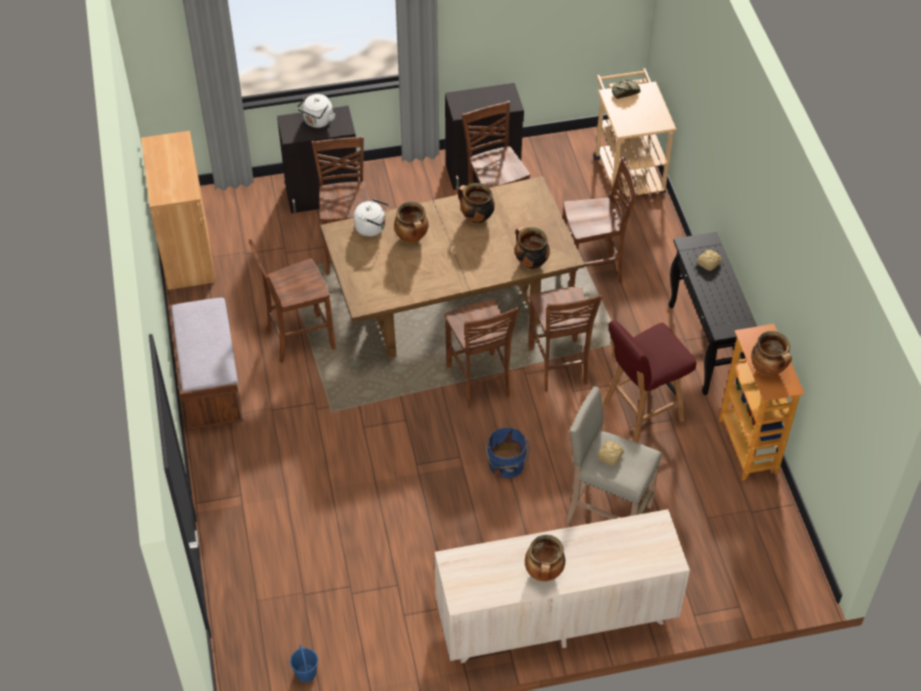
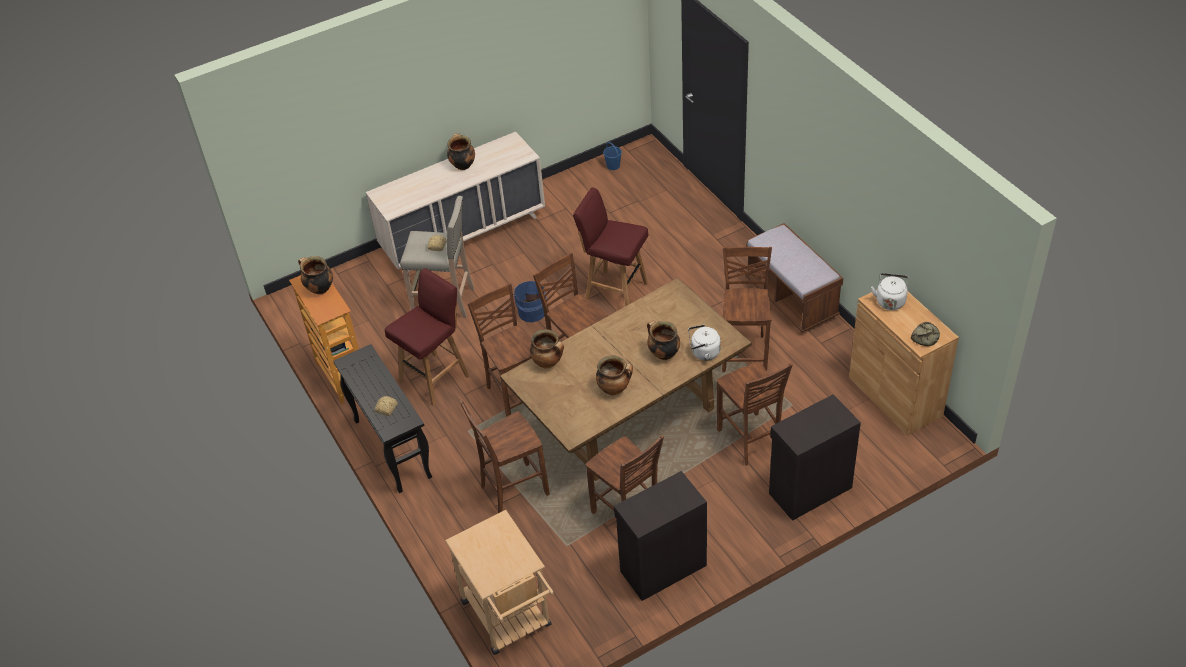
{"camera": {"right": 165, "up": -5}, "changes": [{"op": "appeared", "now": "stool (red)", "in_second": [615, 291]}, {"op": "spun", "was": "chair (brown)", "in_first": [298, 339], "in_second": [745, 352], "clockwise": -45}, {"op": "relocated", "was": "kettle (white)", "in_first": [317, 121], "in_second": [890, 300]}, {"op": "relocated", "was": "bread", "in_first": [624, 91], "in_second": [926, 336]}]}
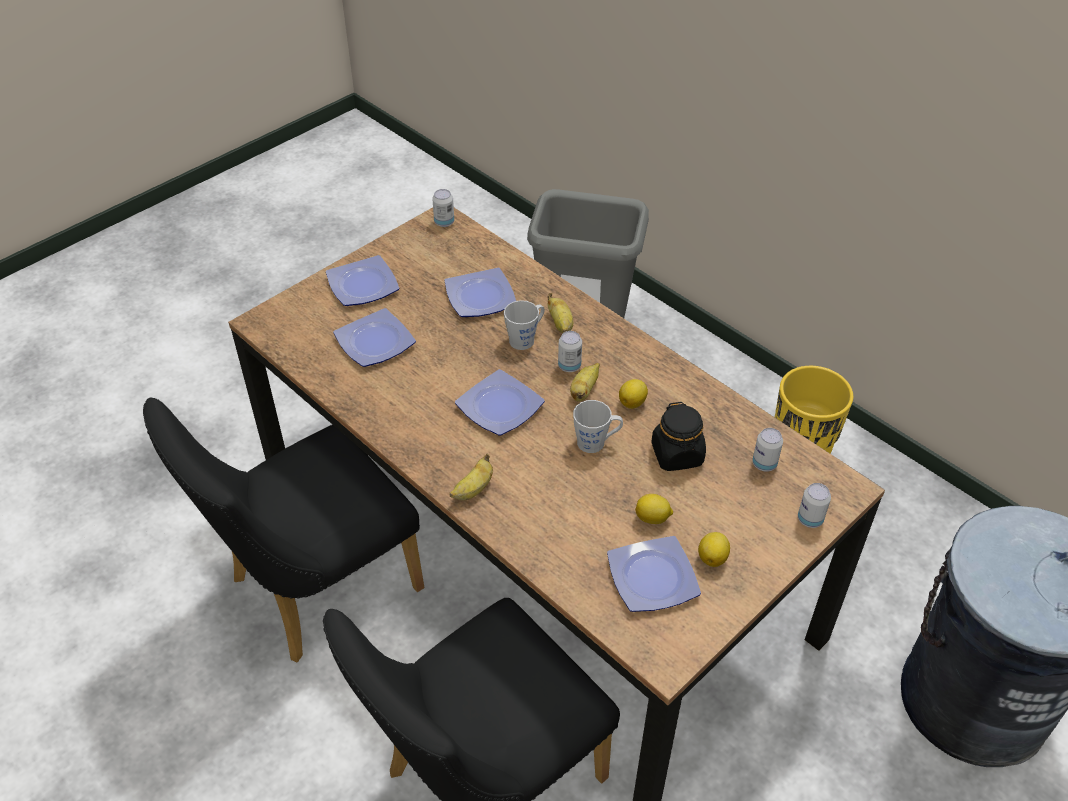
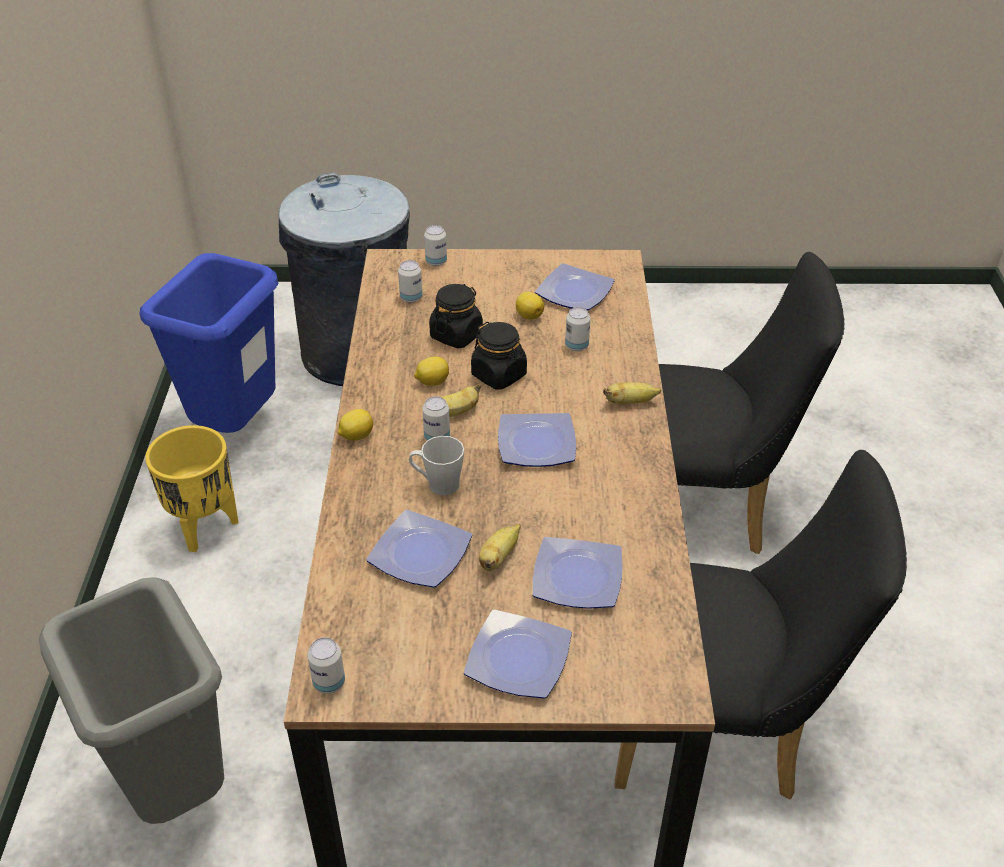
{"camera": {"right": -135, "up": -5}, "changes": [{"op": "appeared", "now": "trash can (blue)", "in_second": [238, 427]}, {"op": "relocated", "was": "lemon", "in_first": [713, 557], "in_second": [356, 436]}, {"op": "exchanged", "was": "mug (grey)", "now": "jar (black)", "in_first": [596, 442], "in_second": [499, 375]}, {"op": "relocated", "was": "banana", "in_first": [560, 324], "in_second": [499, 557]}, {"op": "appeared", "now": "can", "in_second": [576, 346]}]}
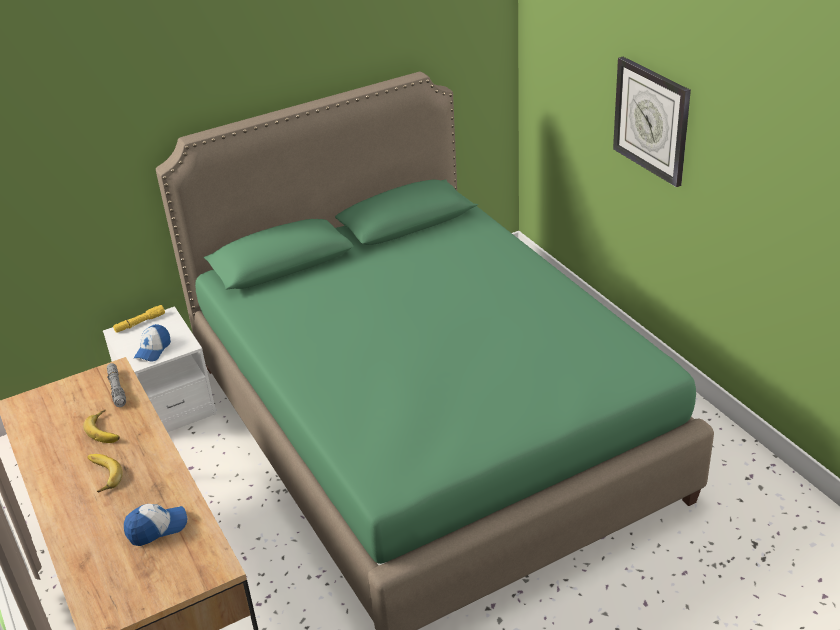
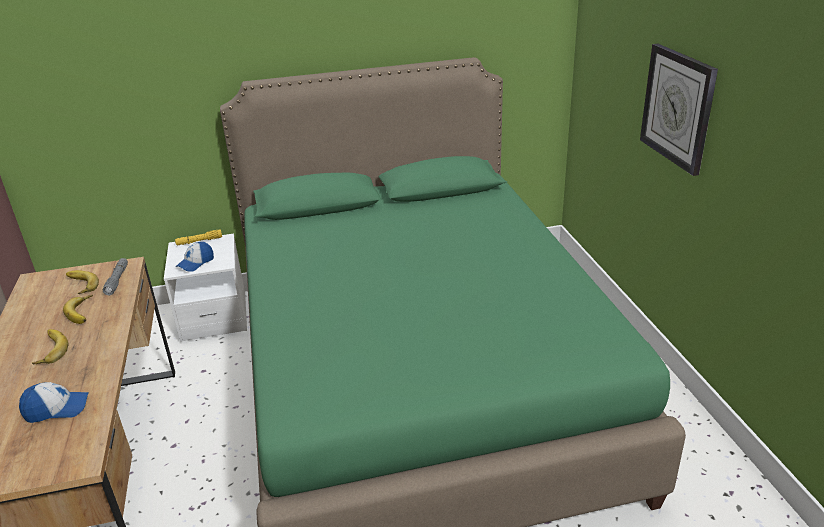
{"camera": {"right": 15, "up": -5}, "changes": [{"op": "appeared", "now": "banana", "in_second": [79, 285]}]}
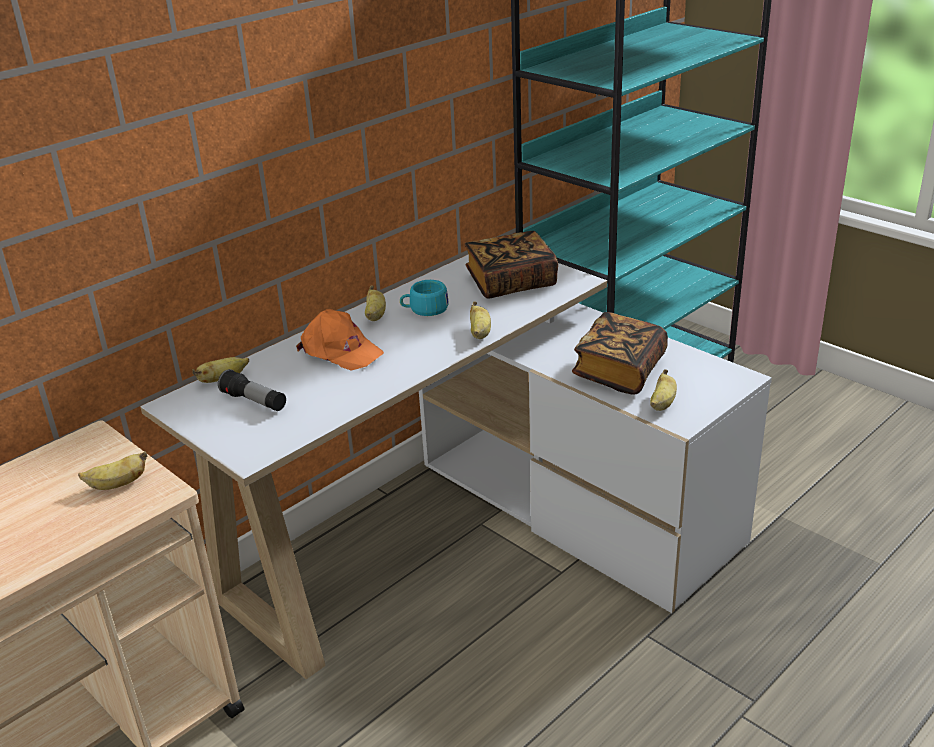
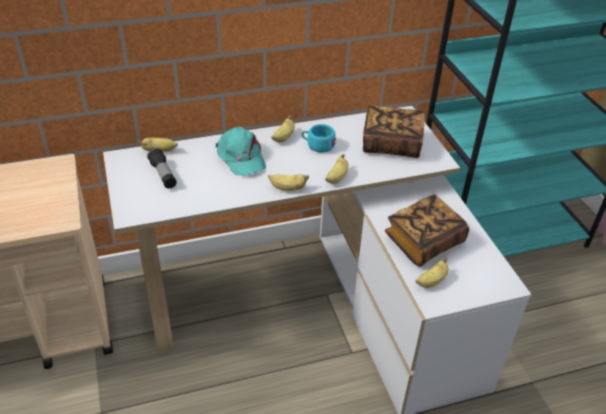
{"camera": {"right": 25, "up": 10}, "changes": [{"op": "colour", "was": "cap (orange)", "now": "cap (turquoise)", "in_first": [340, 351], "in_second": [241, 157]}, {"op": "relocated", "was": "banana", "in_first": [117, 485], "in_second": [287, 188]}]}
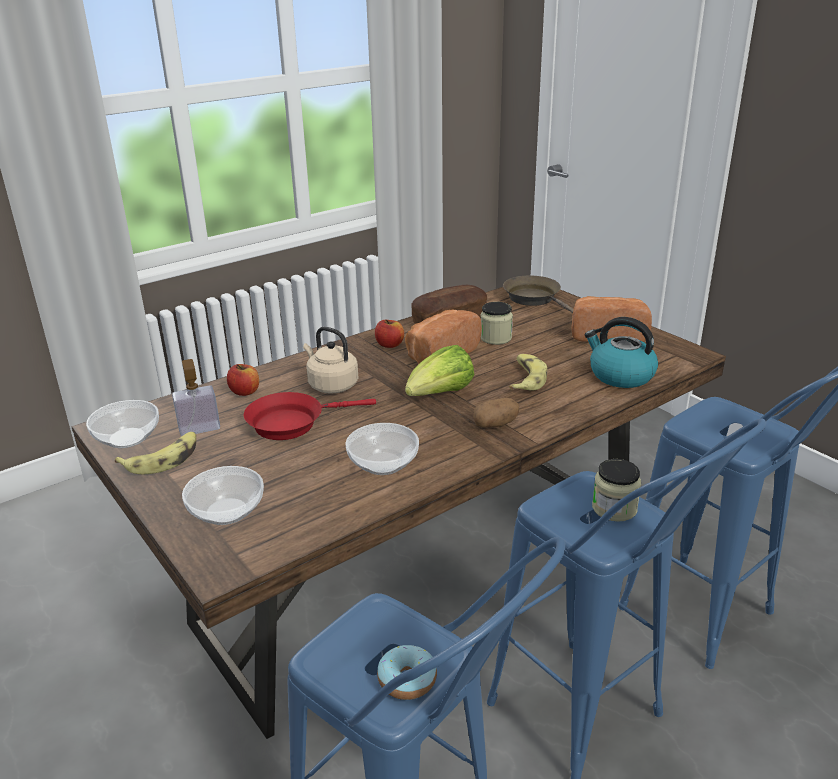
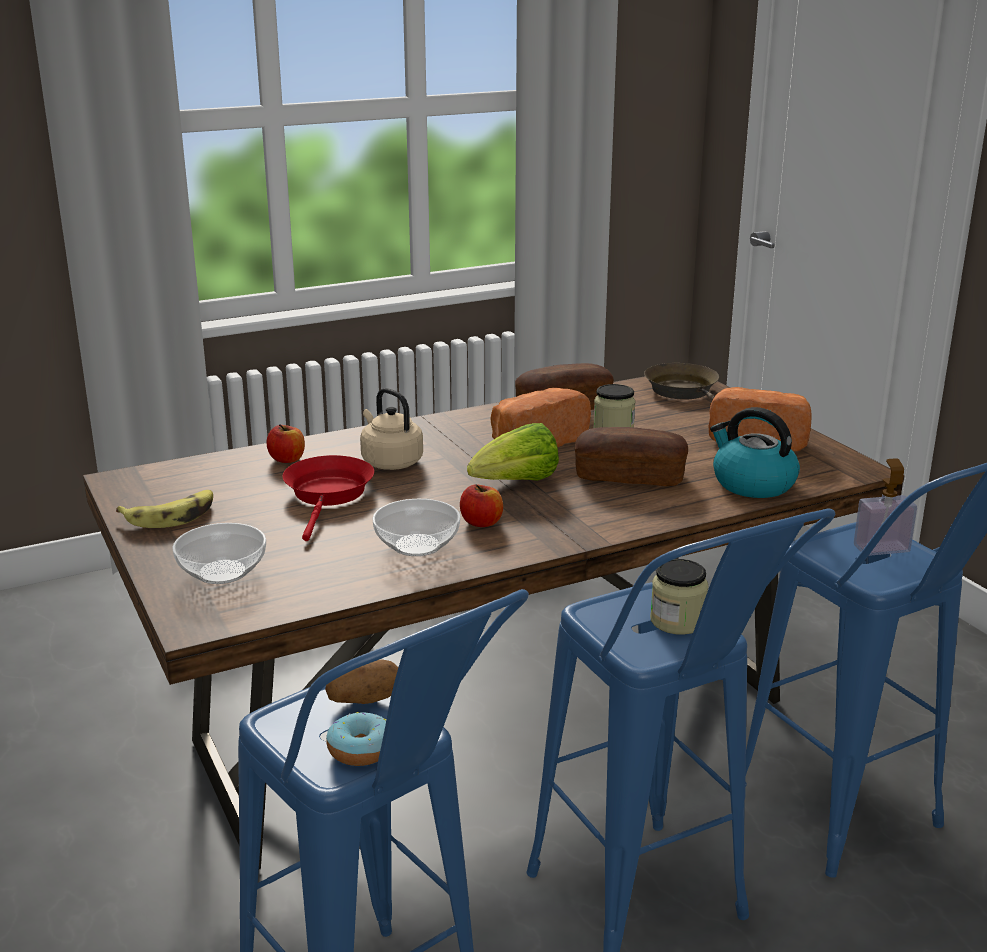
{"camera": {"right": 10, "up": -5}, "changes": [{"op": "spun", "was": "frying pan (red)", "in_first": [292, 423], "in_second": [328, 495], "clockwise": 105}, {"op": "relocated", "was": "potato", "in_first": [495, 424], "in_second": [365, 699]}, {"op": "relocated", "was": "apple", "in_first": [390, 345], "in_second": [481, 522]}, {"op": "exchanged", "was": "banana", "now": "bread", "in_first": [526, 379], "in_second": [630, 476]}, {"op": "relocated", "was": "soap dispenser", "in_first": [199, 428], "in_second": [881, 548]}, {"op": "missing", "was": "bowl", "in_first": [127, 438]}]}
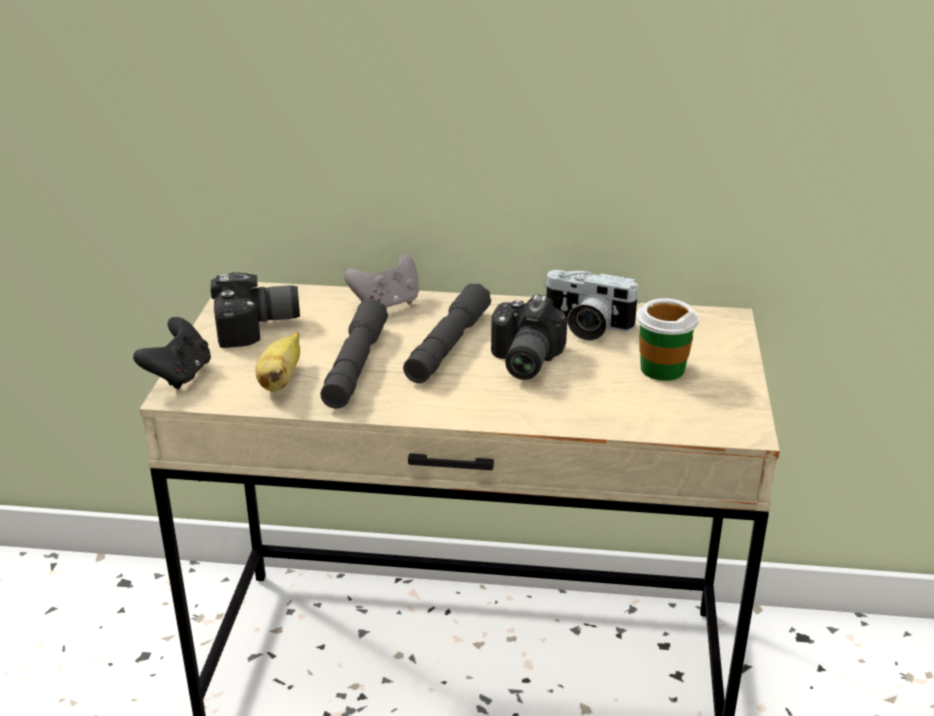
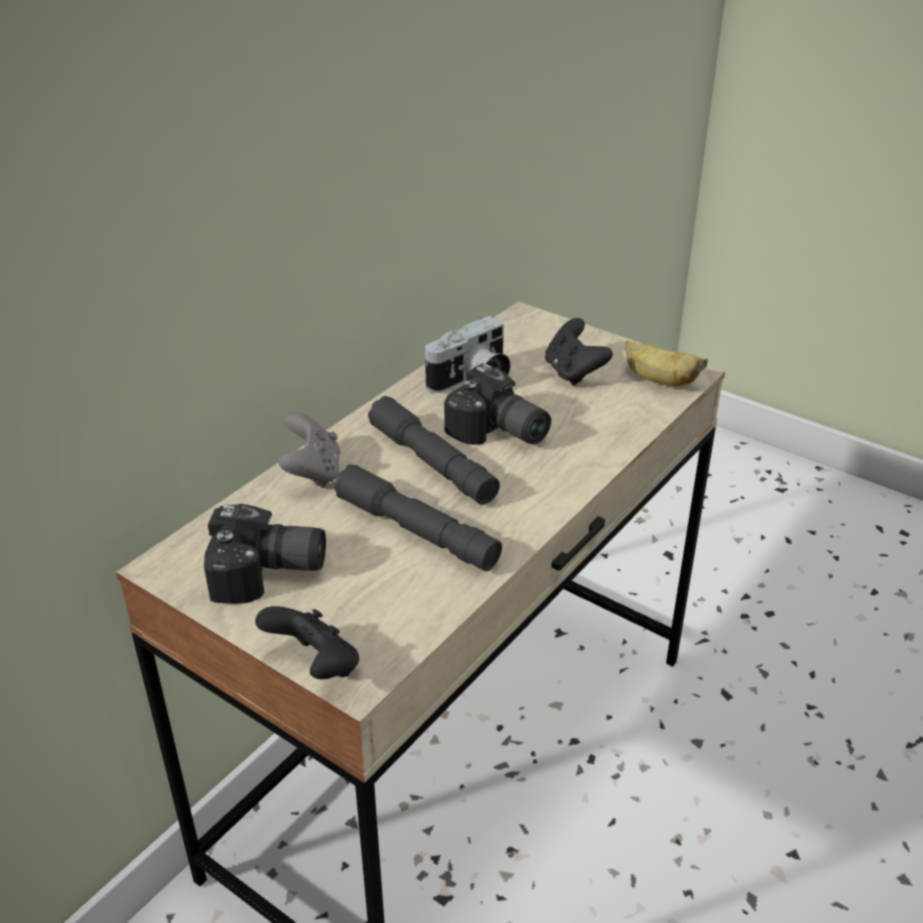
{"camera": {"right": -60, "up": 5}, "changes": [{"op": "spun", "was": "photo camera", "in_first": [258, 328], "in_second": [268, 575], "clockwise": 75}, {"op": "exchanged", "was": "cup", "now": "game controller (black)", "in_first": [662, 369], "in_second": [573, 373]}, {"op": "relocated", "was": "banana", "in_first": [280, 380], "in_second": [658, 380]}]}
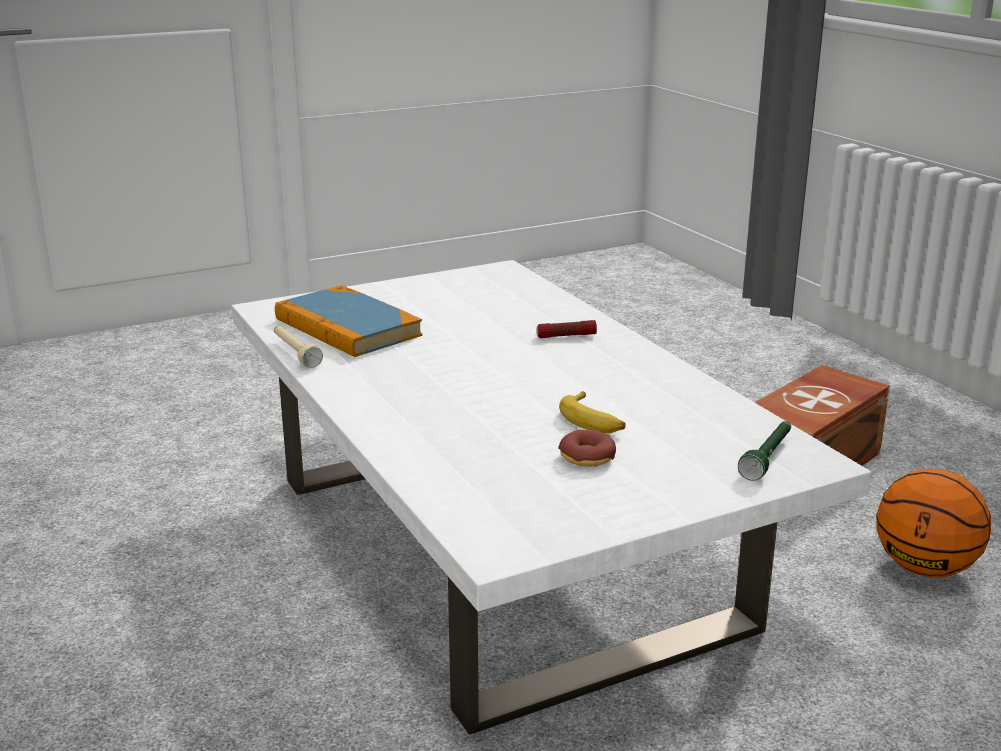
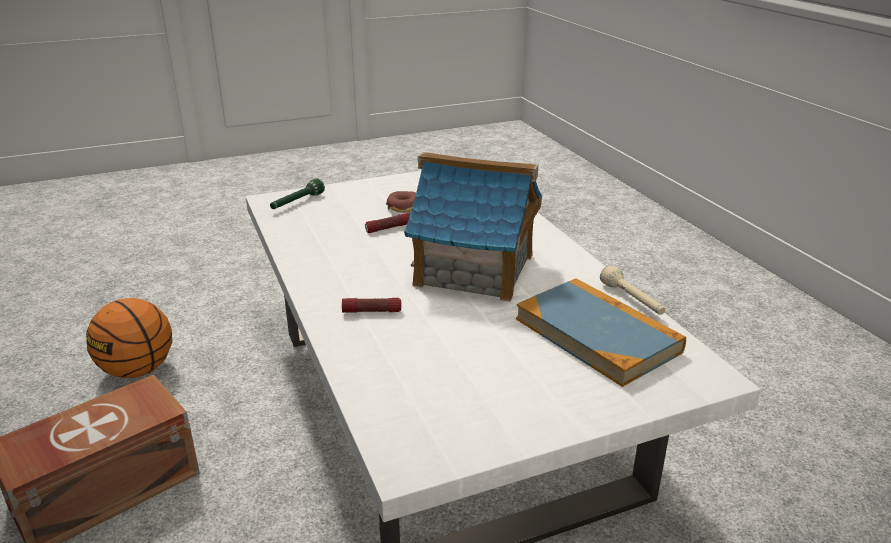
{"camera": {"right": -175, "up": 5}, "changes": [{"op": "exchanged", "was": "banana", "now": "flashlight", "in_first": [593, 421], "in_second": [389, 228]}, {"op": "appeared", "now": "toy house", "in_second": [475, 270]}]}
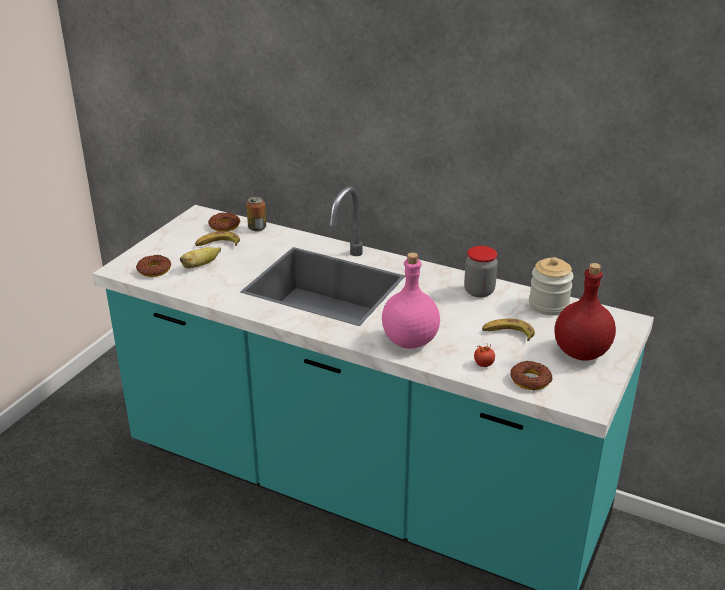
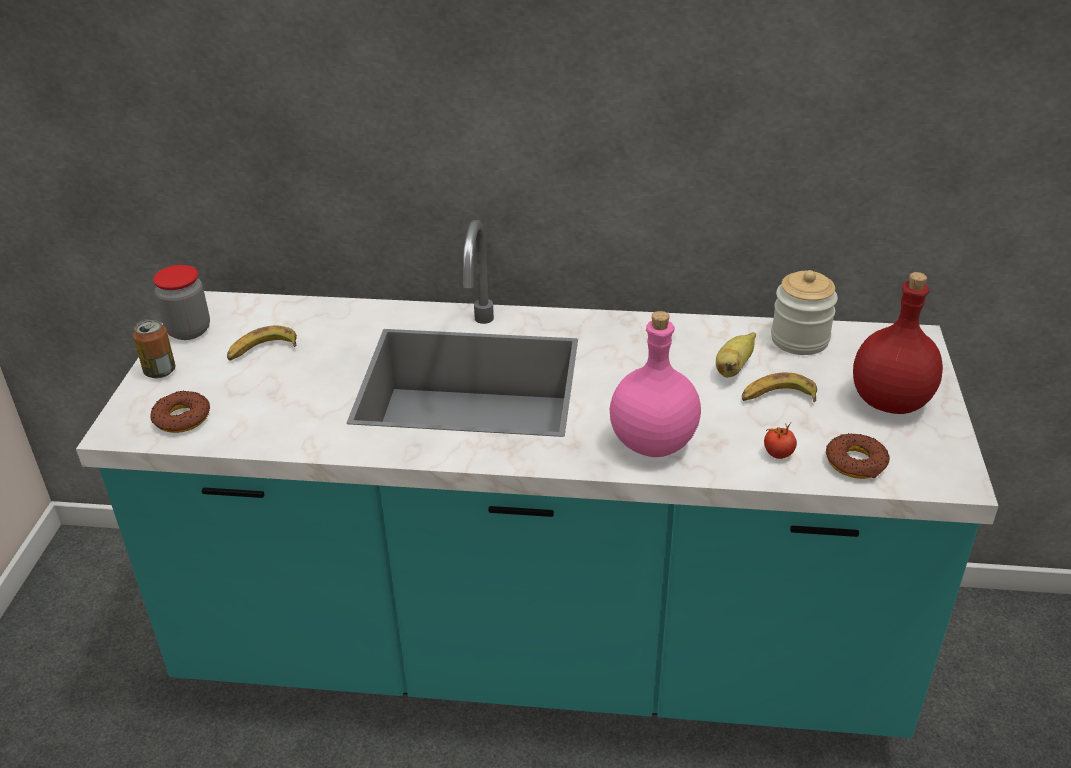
{"camera": {"right": -20, "up": 5}, "changes": [{"op": "relocated", "was": "can", "in_first": [257, 228], "in_second": [160, 371]}, {"op": "relocated", "was": "jar", "in_first": [479, 291], "in_second": [189, 330]}, {"op": "relocated", "was": "banana", "in_first": [200, 265], "in_second": [733, 368]}, {"op": "missing", "was": "donut", "in_first": [224, 226]}]}
